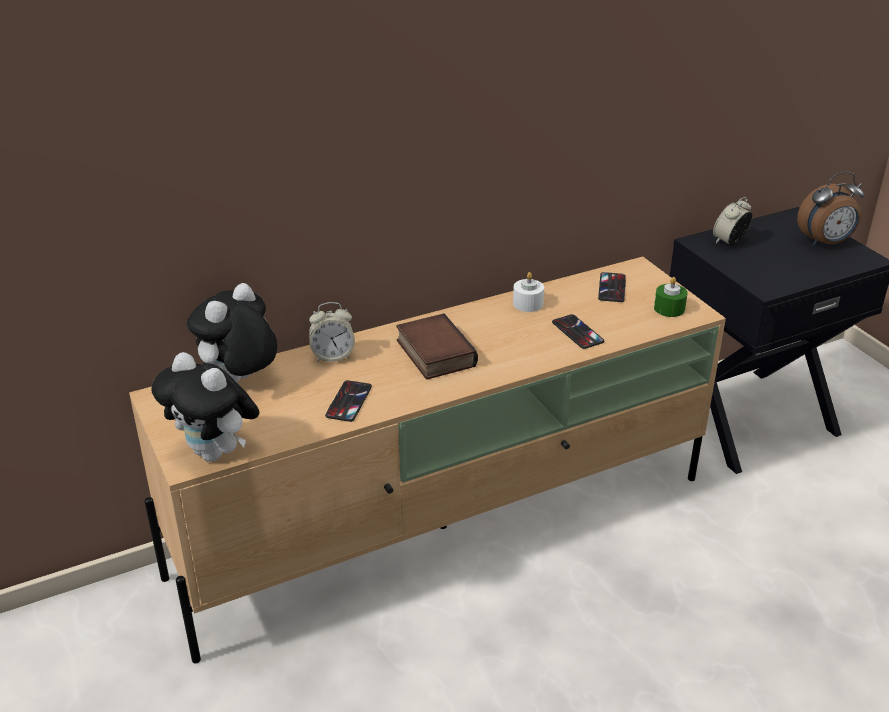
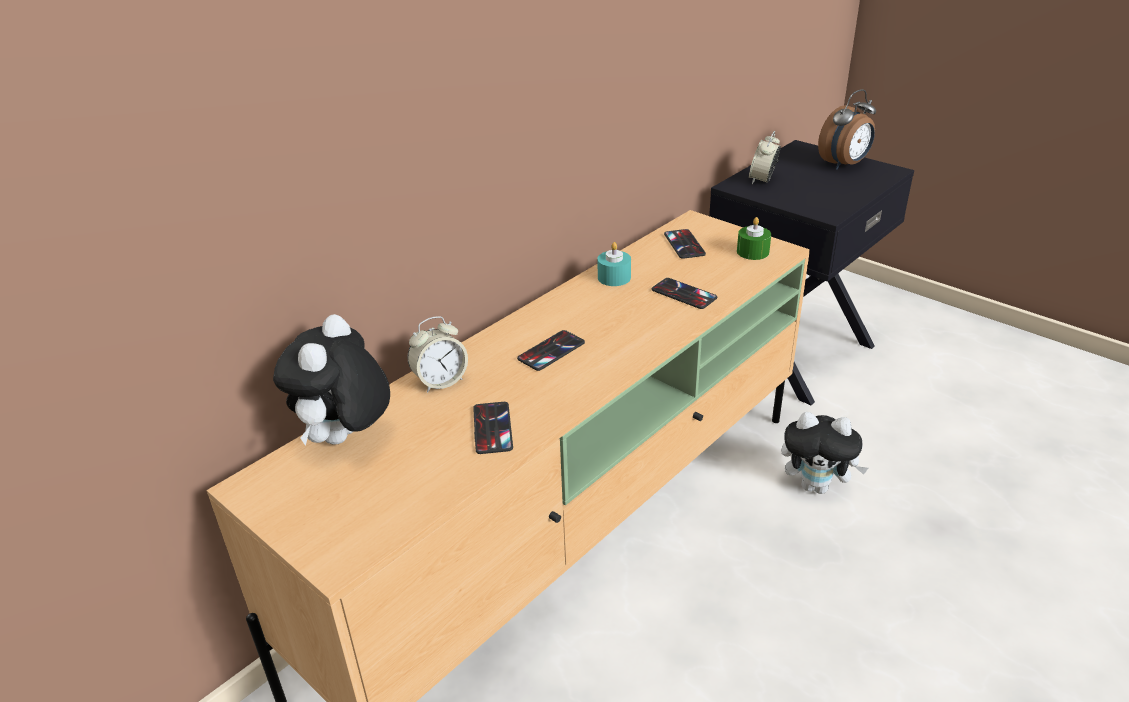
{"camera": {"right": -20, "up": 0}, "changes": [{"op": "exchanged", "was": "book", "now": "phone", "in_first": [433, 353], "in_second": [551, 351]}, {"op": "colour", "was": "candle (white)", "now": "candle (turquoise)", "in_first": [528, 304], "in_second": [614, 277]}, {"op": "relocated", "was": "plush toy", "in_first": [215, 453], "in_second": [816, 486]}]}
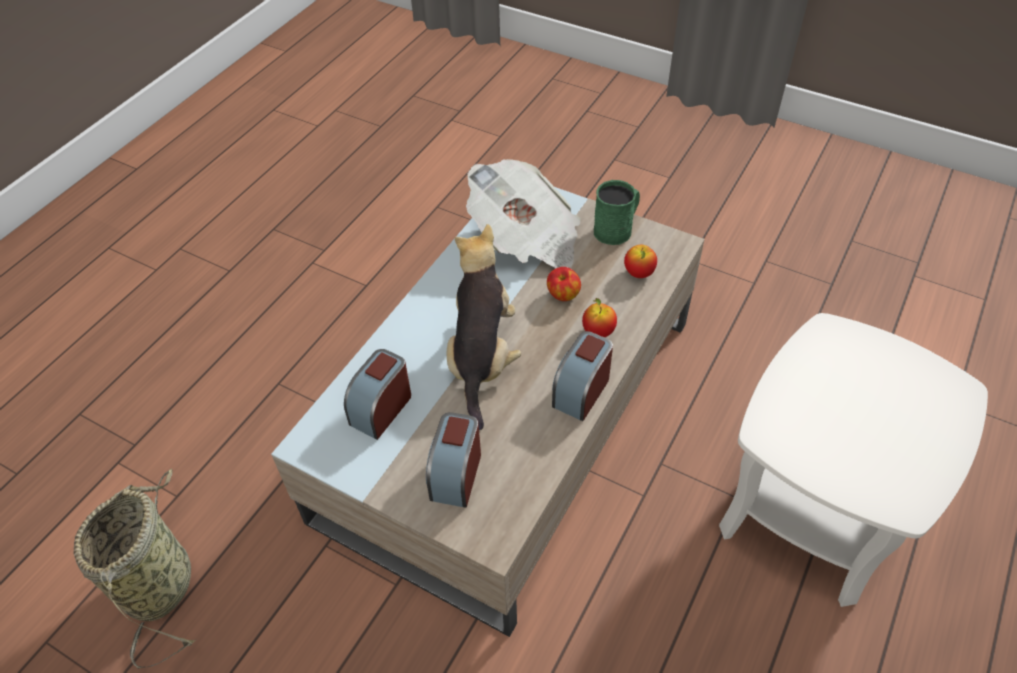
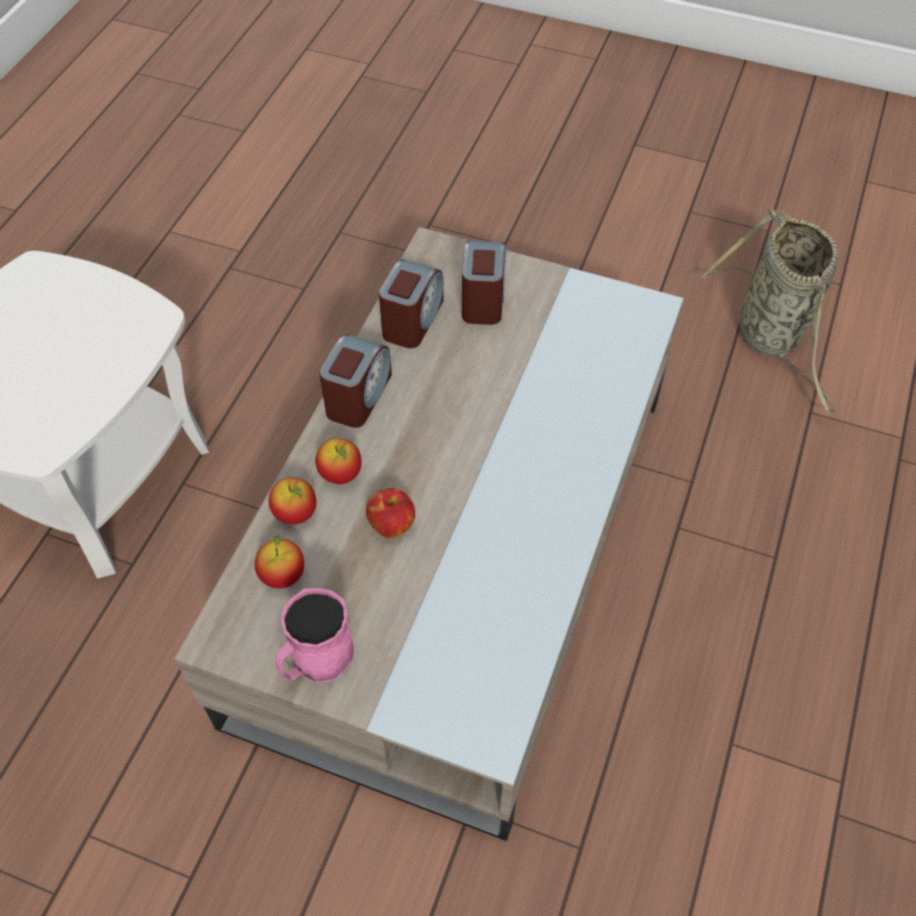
{"camera": {"right": 170, "up": 5}, "changes": [{"op": "appeared", "now": "apple", "in_second": [295, 514]}, {"op": "colour", "was": "mug (green)", "now": "mug (pink)", "in_first": [616, 229], "in_second": [315, 660]}, {"op": "relocated", "was": "alarm clock", "in_first": [381, 408], "in_second": [412, 320]}, {"op": "missing", "was": "plush toy", "in_first": [482, 358]}, {"op": "missing", "was": "newspaper", "in_first": [526, 239]}]}
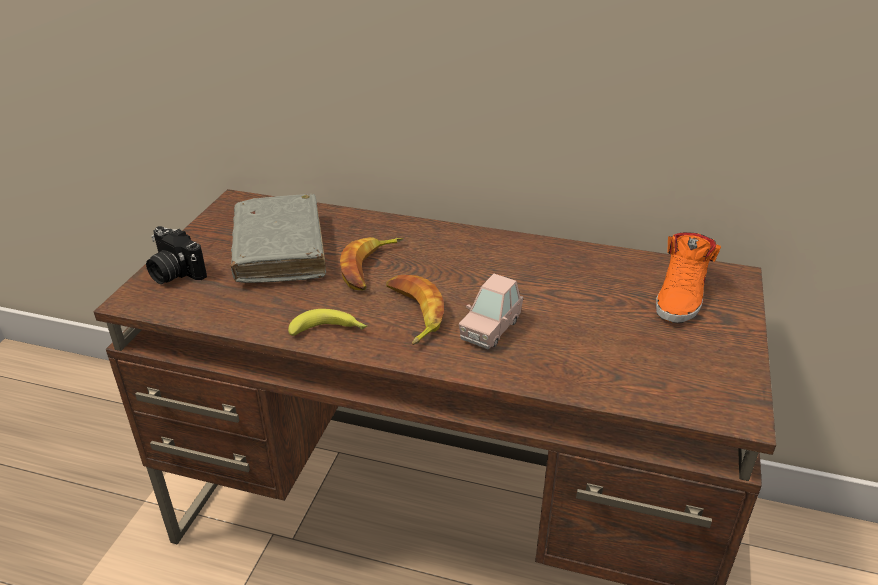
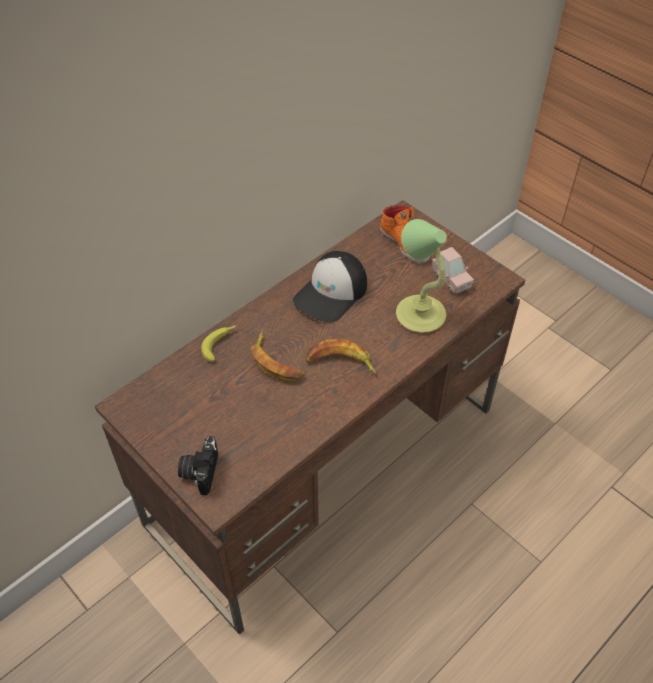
{"camera": {"right": -60, "up": 15}, "changes": [{"op": "spun", "was": "photo camera", "in_first": [174, 273], "in_second": [200, 471], "clockwise": 120}, {"op": "relocated", "was": "banana", "in_first": [329, 331], "in_second": [220, 344]}, {"op": "appeared", "now": "cap", "in_second": [331, 293]}, {"op": "appeared", "now": "table lamp", "in_second": [419, 313]}, {"op": "relocated", "was": "toy car (pink)", "in_first": [490, 329], "in_second": [451, 279]}, {"op": "missing", "was": "book (grey)", "in_first": [279, 250]}]}
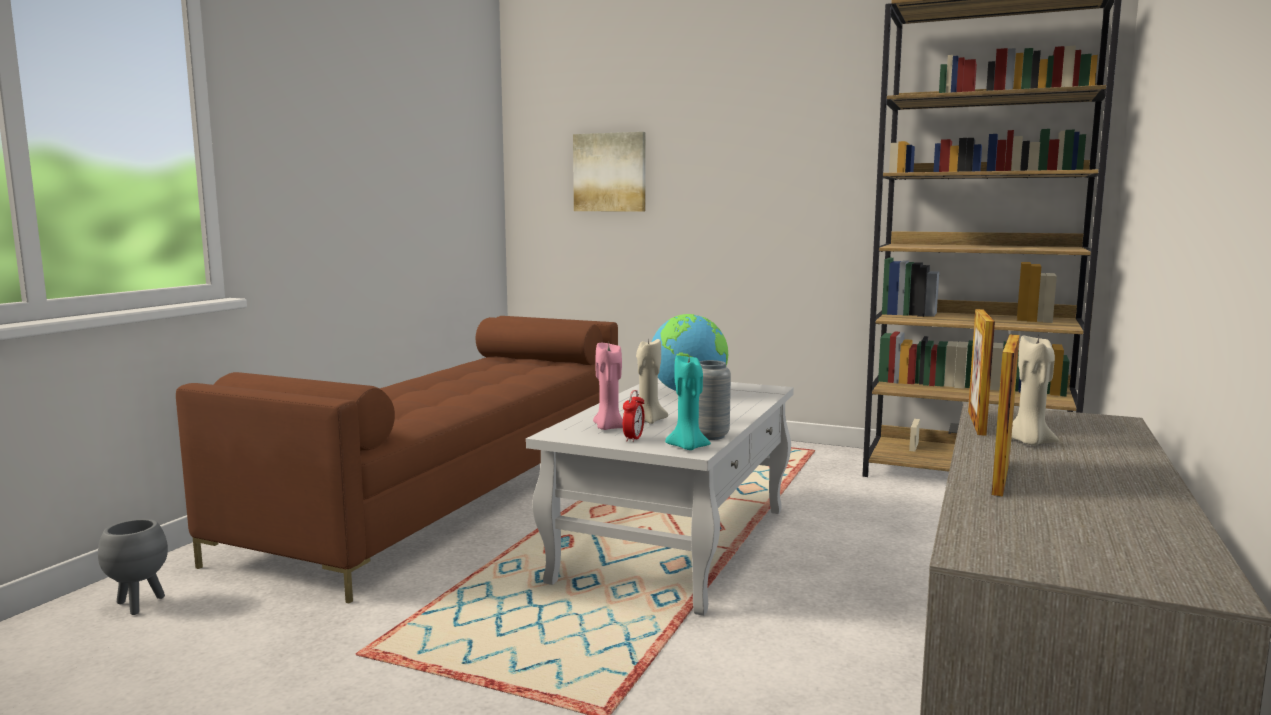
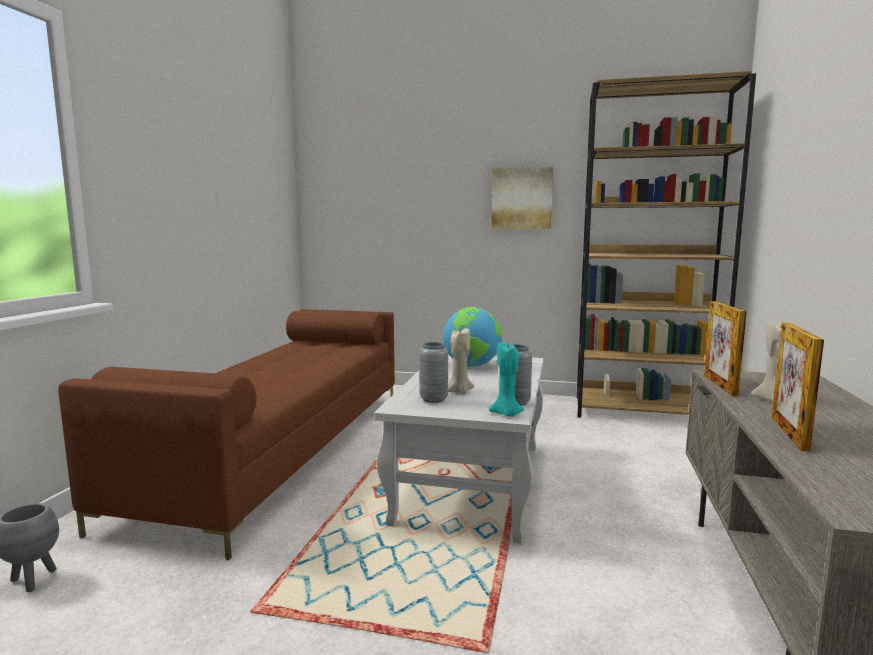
{"camera": {"right": -10, "up": 0}, "changes": [{"op": "exchanged", "was": "candle (pink)", "now": "vase (grey)", "in_first": [608, 428], "in_second": [433, 399]}, {"op": "relocated", "was": "picture", "in_first": [610, 172], "in_second": [521, 198]}, {"op": "missing", "was": "alarm clock", "in_first": [633, 438]}]}
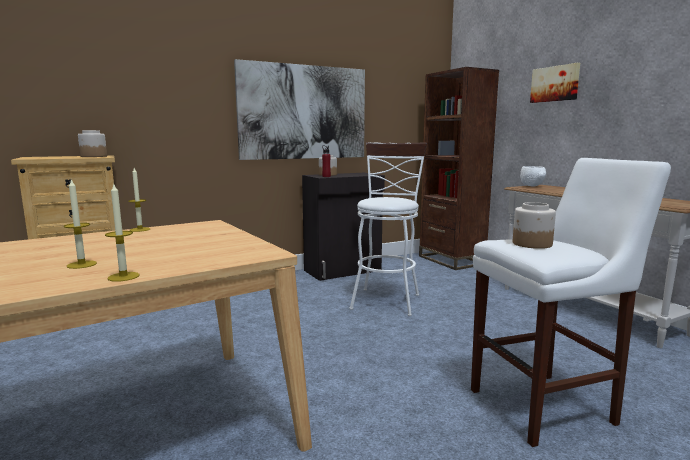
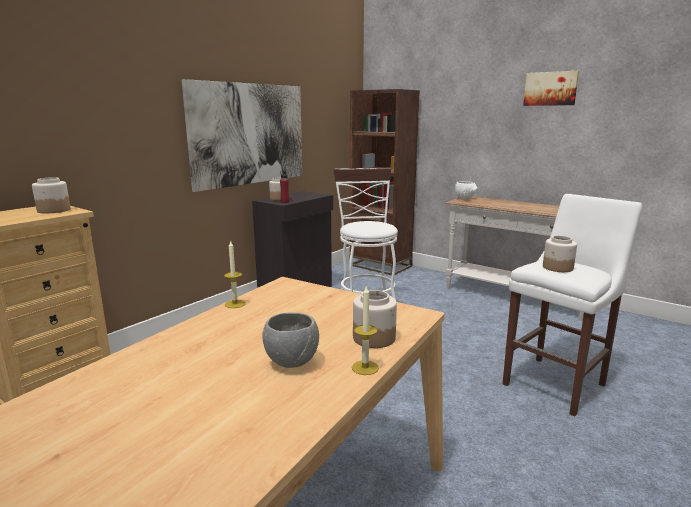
{"camera": {"right": -25, "up": 5}, "changes": [{"op": "exchanged", "was": "candle", "now": "bowl (grey)", "in_first": [82, 264], "in_second": [292, 362]}, {"op": "appeared", "now": "jar", "in_second": [374, 338]}, {"op": "relocated", "was": "picture", "in_first": [555, 84], "in_second": [550, 88]}]}
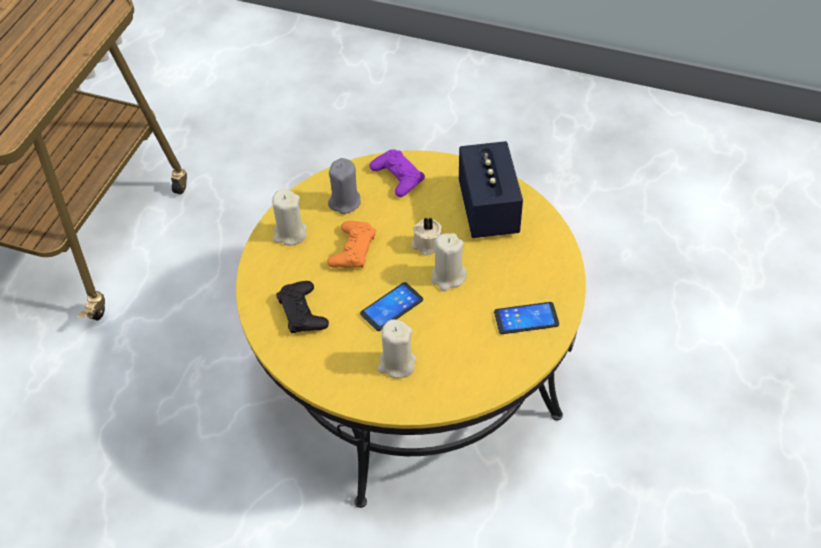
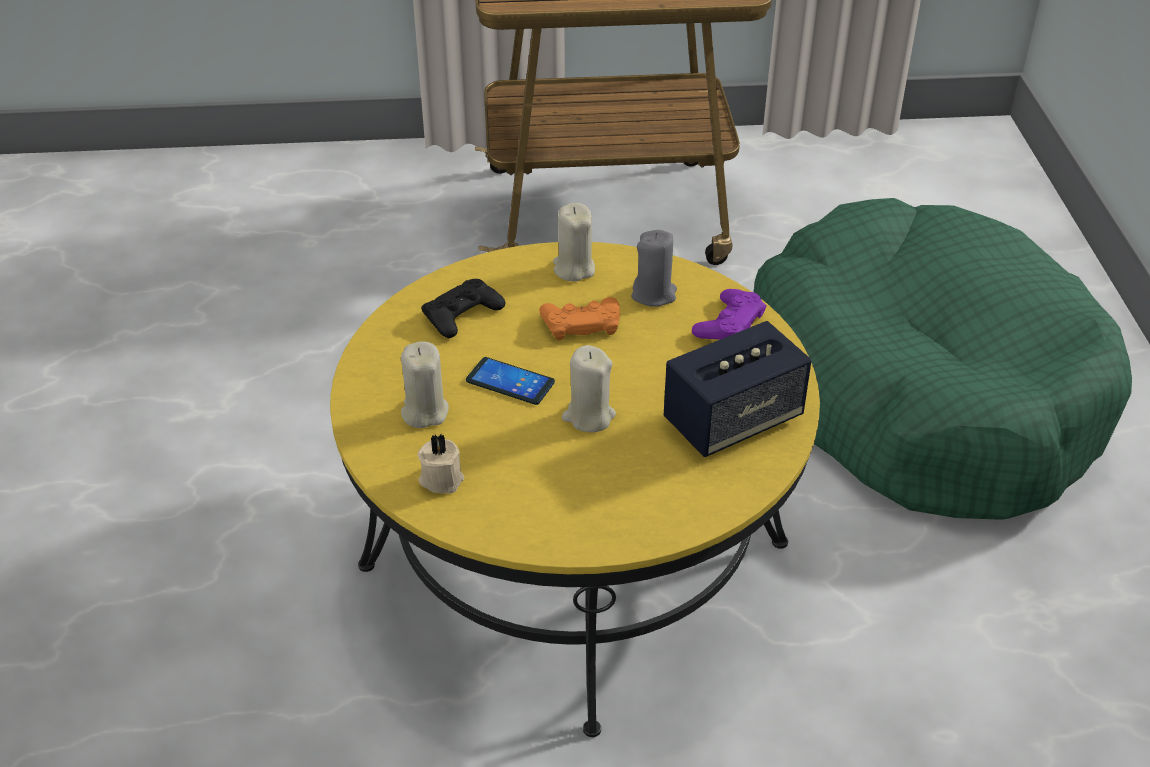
{"camera": {"right": 65, "up": -10}, "changes": [{"op": "relocated", "was": "candle (beige)", "in_first": [426, 244], "in_second": [441, 478]}, {"op": "appeared", "now": "dog bed (green)", "in_second": [922, 391]}, {"op": "missing", "was": "phone", "in_first": [526, 319]}]}
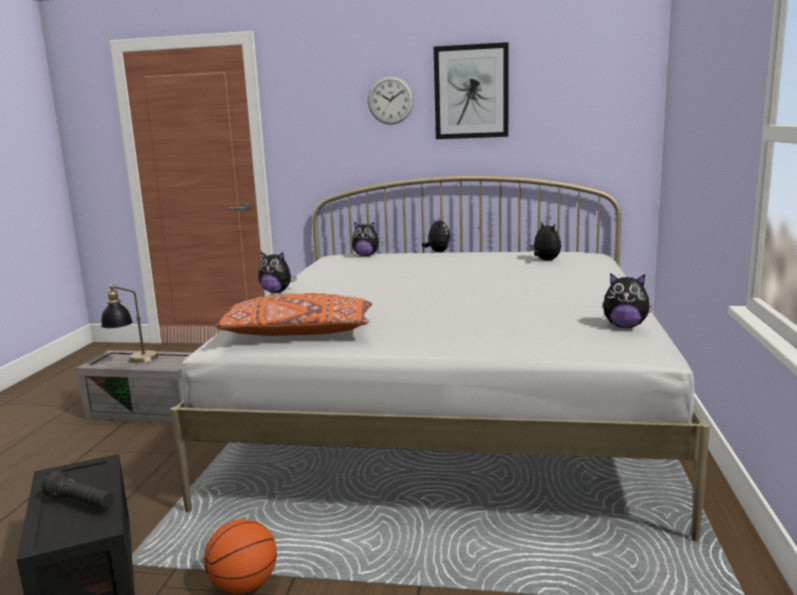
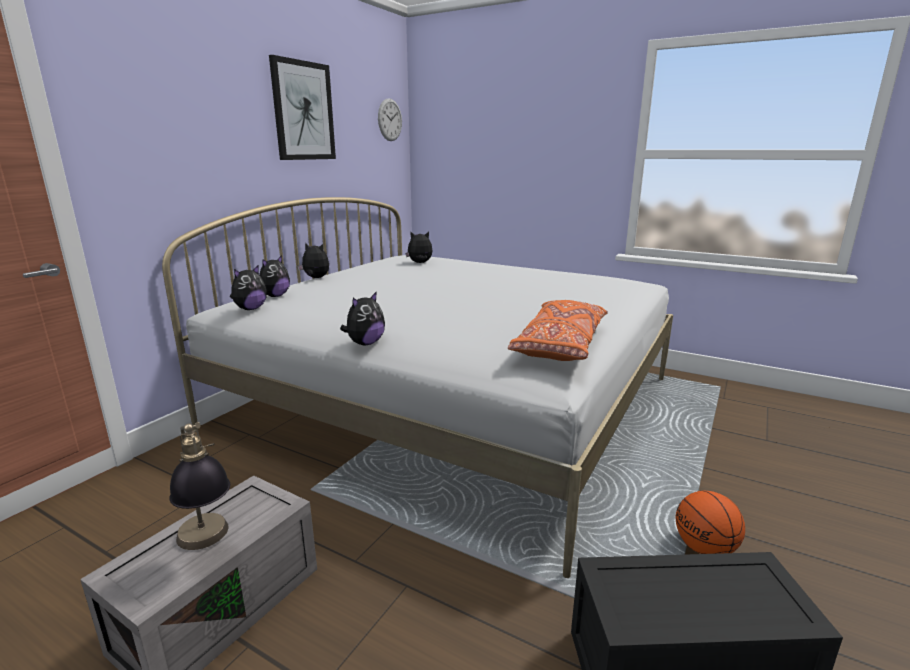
{"camera": {"right": -70, "up": 5}, "changes": [{"op": "relocated", "was": "plush toy", "in_first": [625, 326], "in_second": [250, 309]}, {"op": "relocated", "was": "wall clock", "in_first": [390, 100], "in_second": [390, 120]}, {"op": "missing", "was": "flashlight (black)", "in_first": [81, 503]}]}
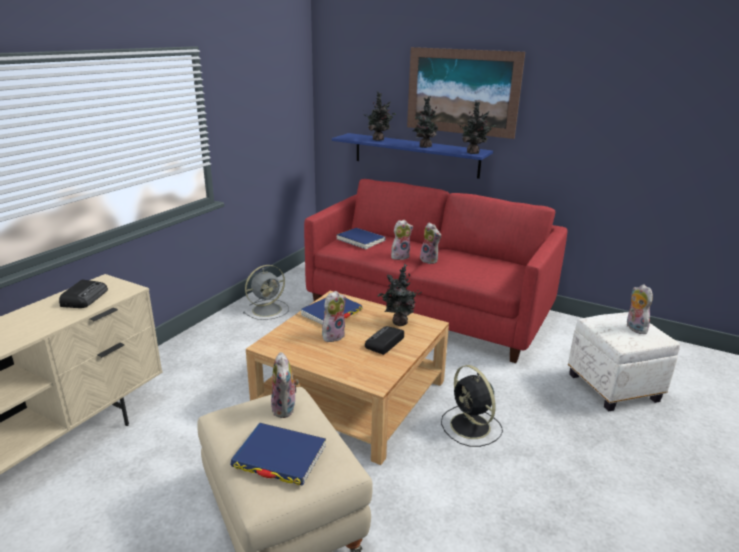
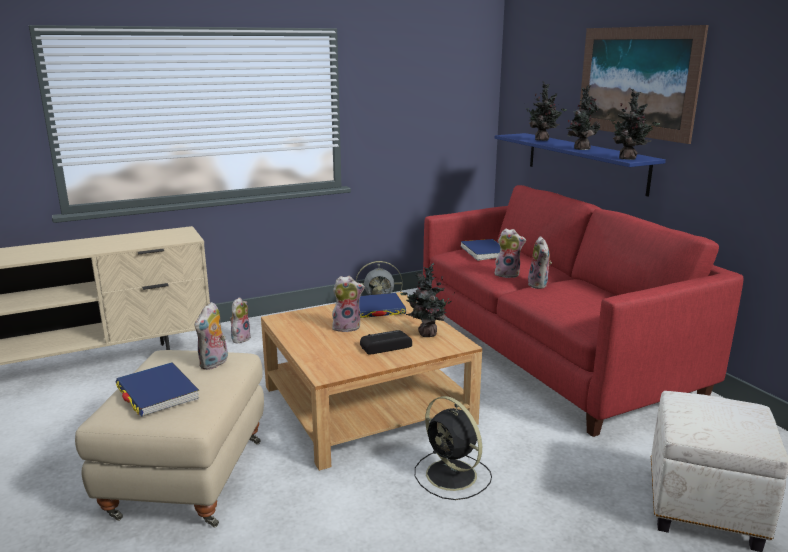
{"camera": {"right": 35, "up": -5}, "changes": [{"op": "relocated", "was": "plush toy", "in_first": [634, 328], "in_second": [240, 338]}, {"op": "spun", "was": "fan (black)", "in_first": [471, 427], "in_second": [453, 476], "clockwise": -45}, {"op": "missing", "was": "radio", "in_first": [85, 297]}]}
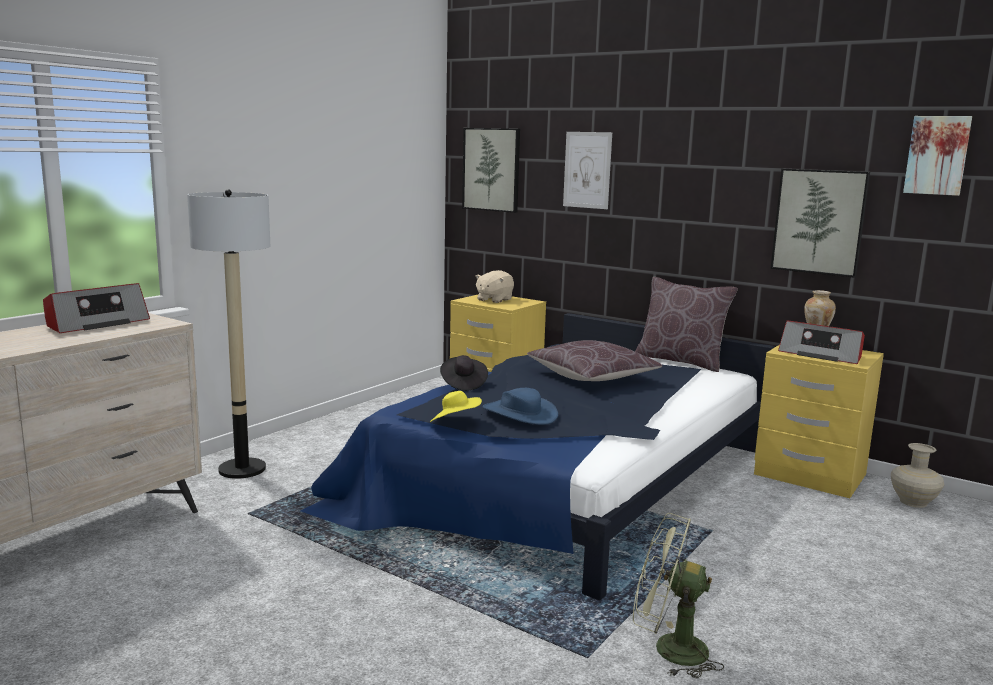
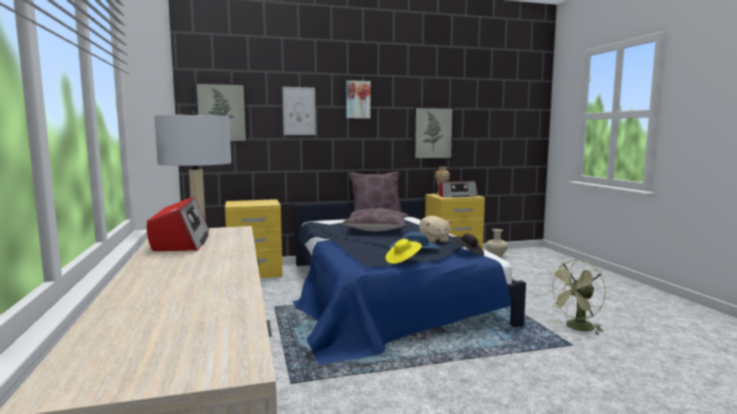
{"camera": {"right": -50, "up": -5}, "changes": [{"op": "relocated", "was": "picture", "in_first": [937, 155], "in_second": [357, 99]}, {"op": "relocated", "was": "plush toy (beige)", "in_first": [494, 299], "in_second": [434, 240]}, {"op": "relocated", "was": "hat (black)", "in_first": [463, 384], "in_second": [468, 253]}]}
